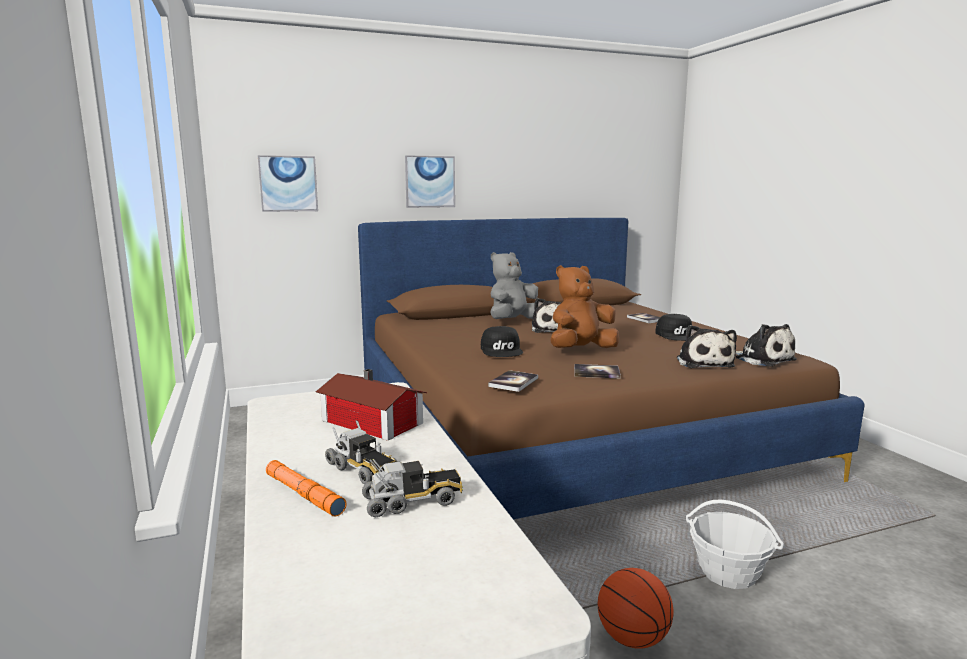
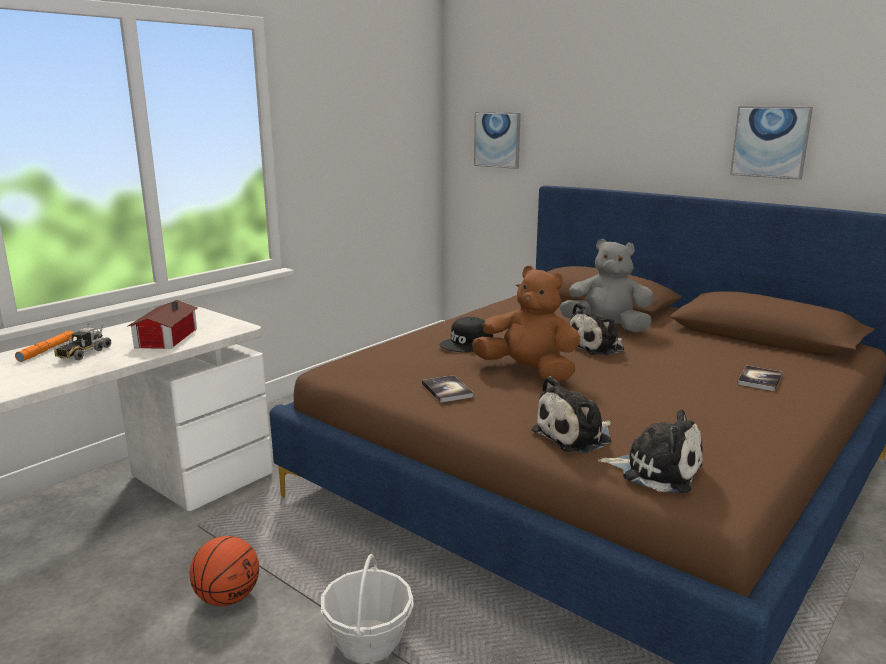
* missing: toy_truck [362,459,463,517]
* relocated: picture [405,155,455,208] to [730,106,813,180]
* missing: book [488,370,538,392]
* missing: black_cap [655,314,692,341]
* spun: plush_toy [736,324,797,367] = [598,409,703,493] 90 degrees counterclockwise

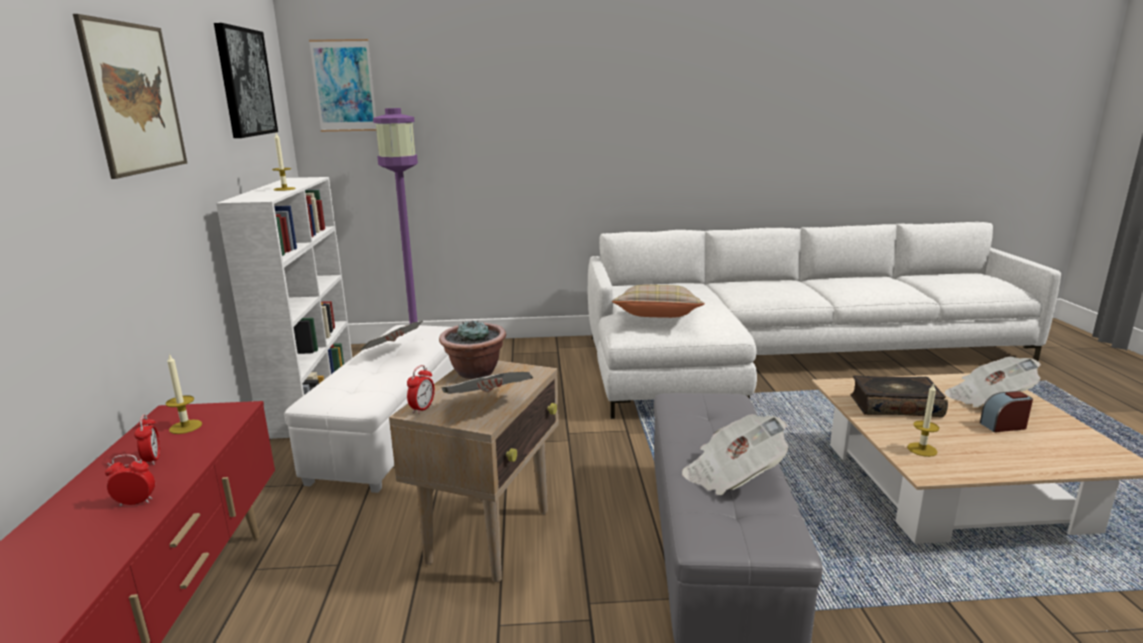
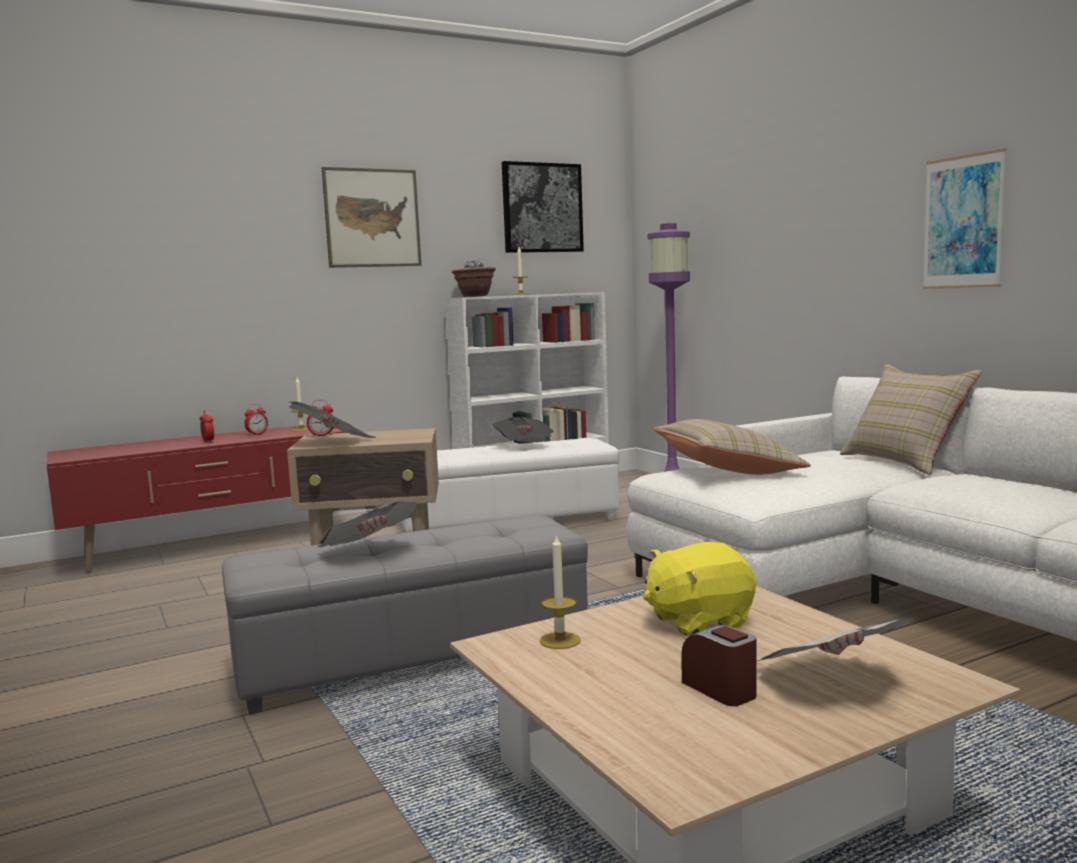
* relocated: picture [309,39,376,132] to [923,148,1006,289]
* relocated: potted_plant [439,320,506,379] to [452,260,496,297]
* exchanged: book [850,375,948,417] to yellow_plush_toy [643,542,756,636]
* appeared: beige_pillow [840,364,982,475]

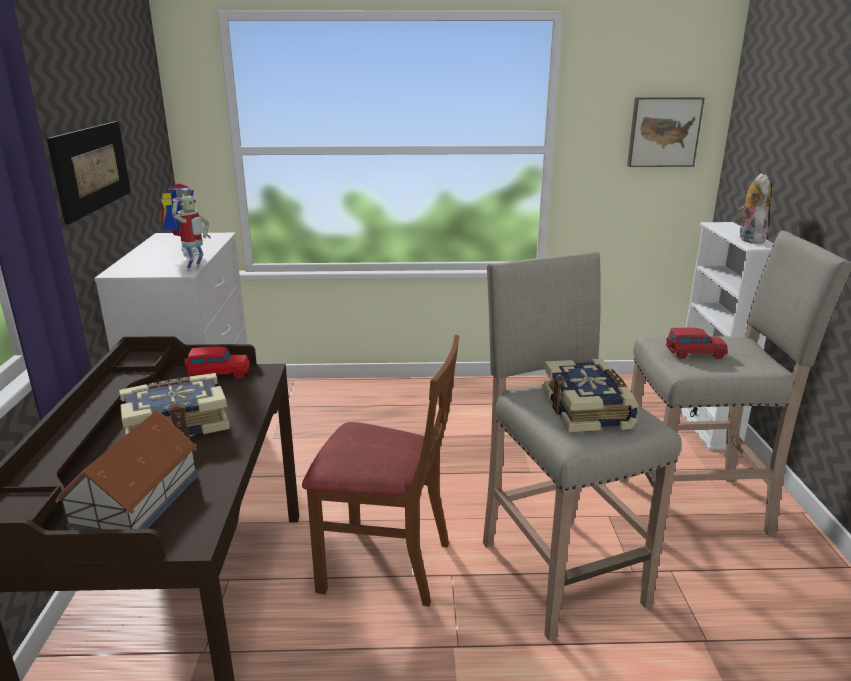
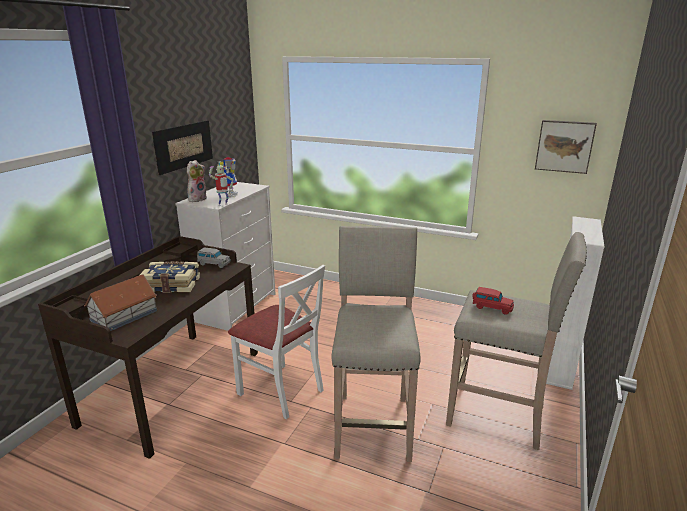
* colour: red_toy_car [184,346,250,379] to grey_toy_car [197,248,231,268]
* colour: brown_chair [302,335,459,607] to white_chair [228,265,325,419]
* missing: book [542,358,639,433]
* relocated: plush_toy [739,173,771,244] to [187,160,207,202]

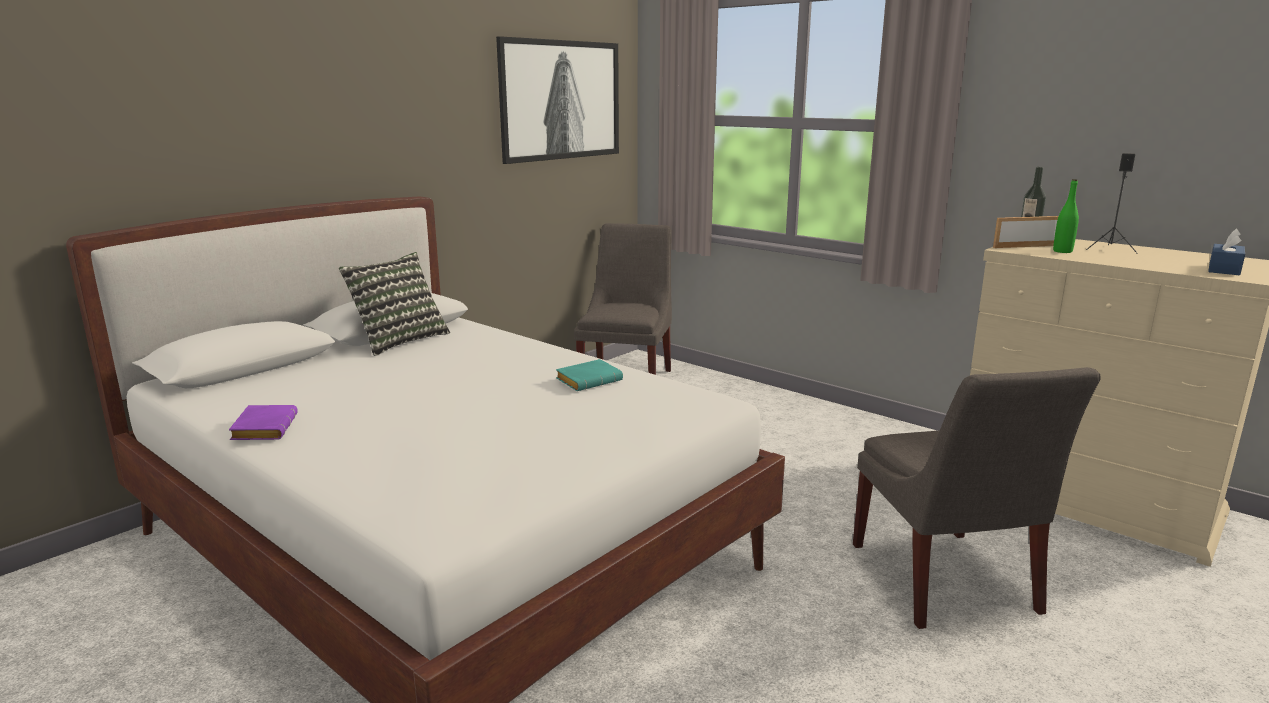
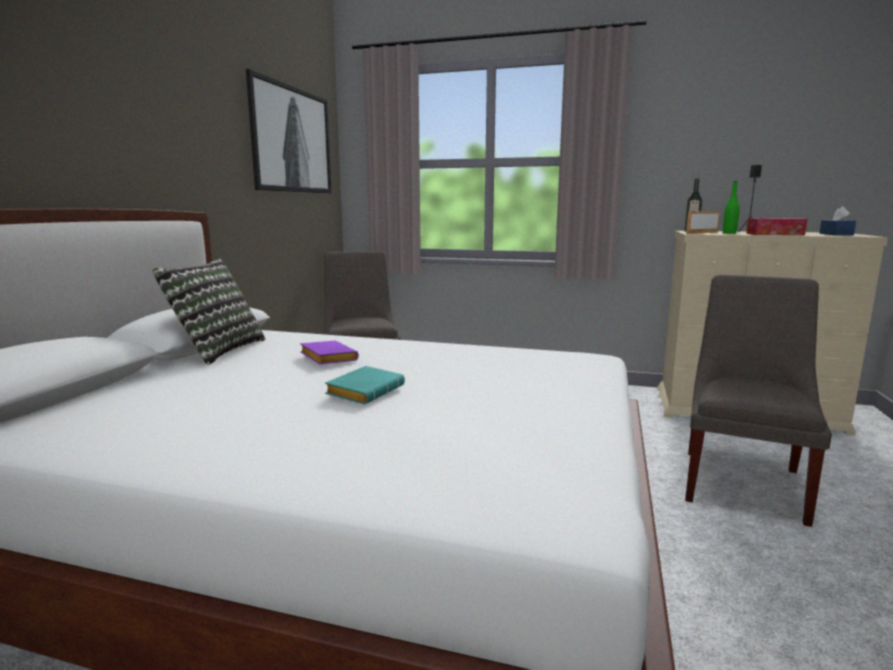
* relocated: purple_book [229,405,298,440] to [300,341,359,365]
* relocated: turquoise_book [556,359,623,391] to [325,366,405,404]
* spun: grey_chair [853,367,1101,629] = [685,275,832,527] 120 degrees counterclockwise
* appeared: tissue_box [746,218,807,235]

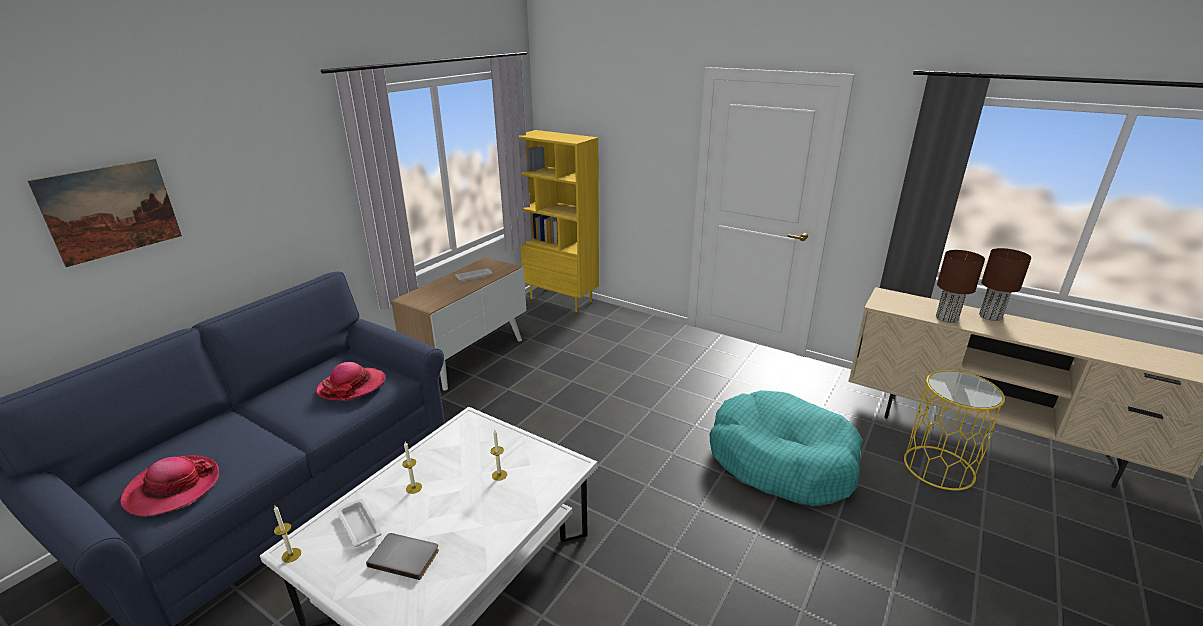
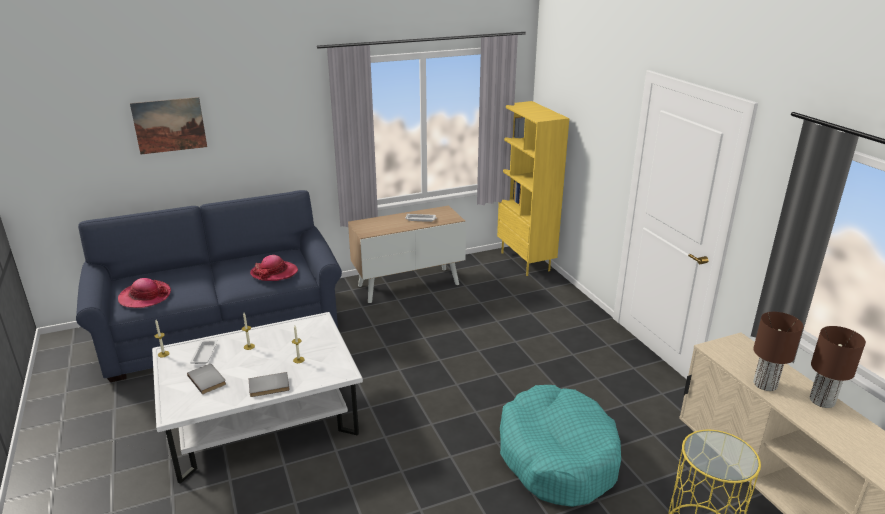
* appeared: grey_book [249,372,290,397]

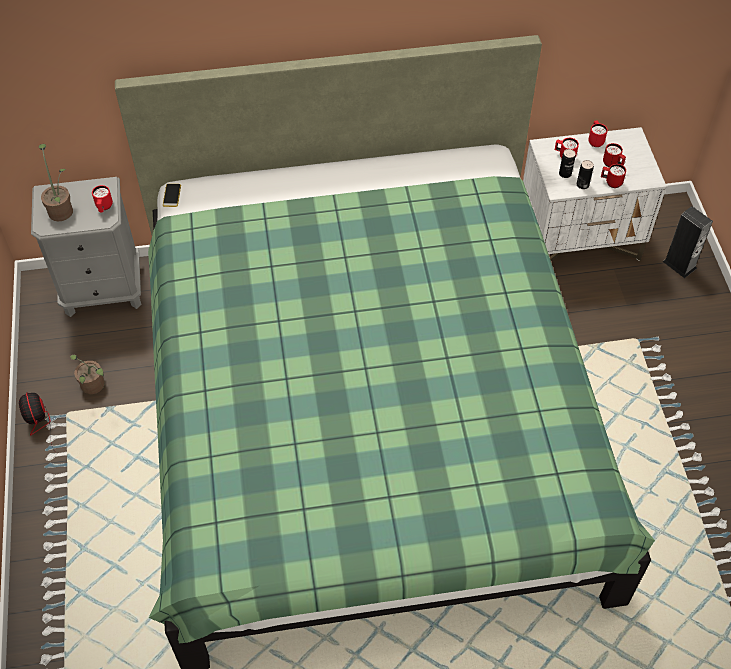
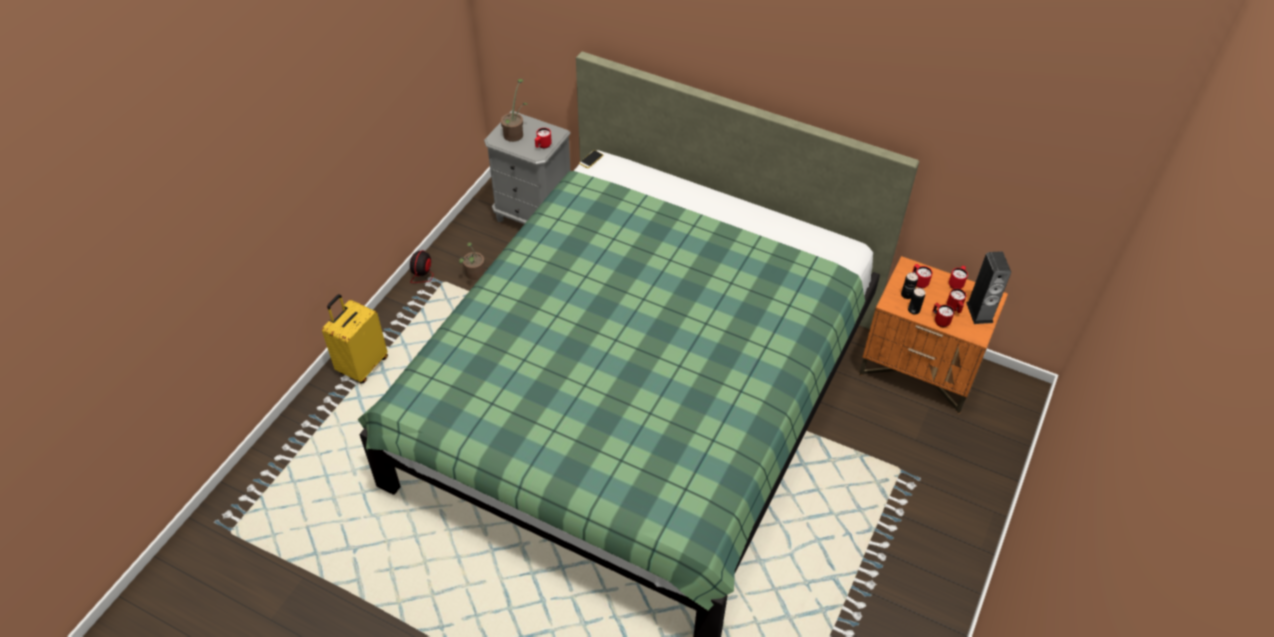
* colour: white_nightstand [523,127,667,261] to orange_nightstand [859,256,1008,414]
* relocated: speaker [662,206,713,278] to [966,251,1011,324]
* appeared: yellow_suitcase [322,294,388,384]

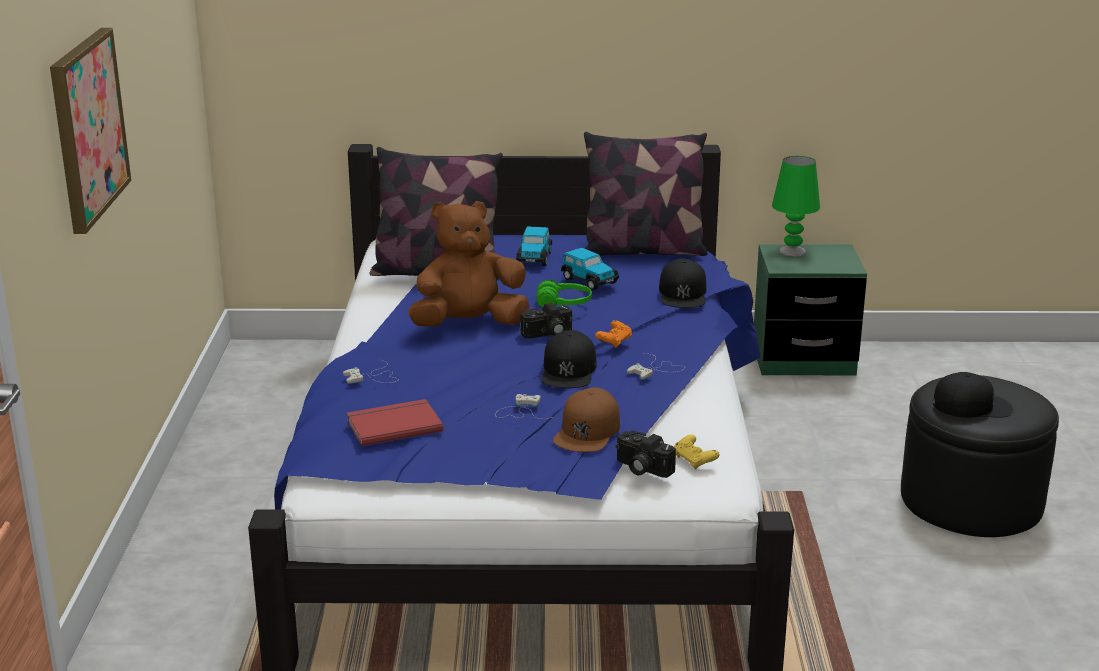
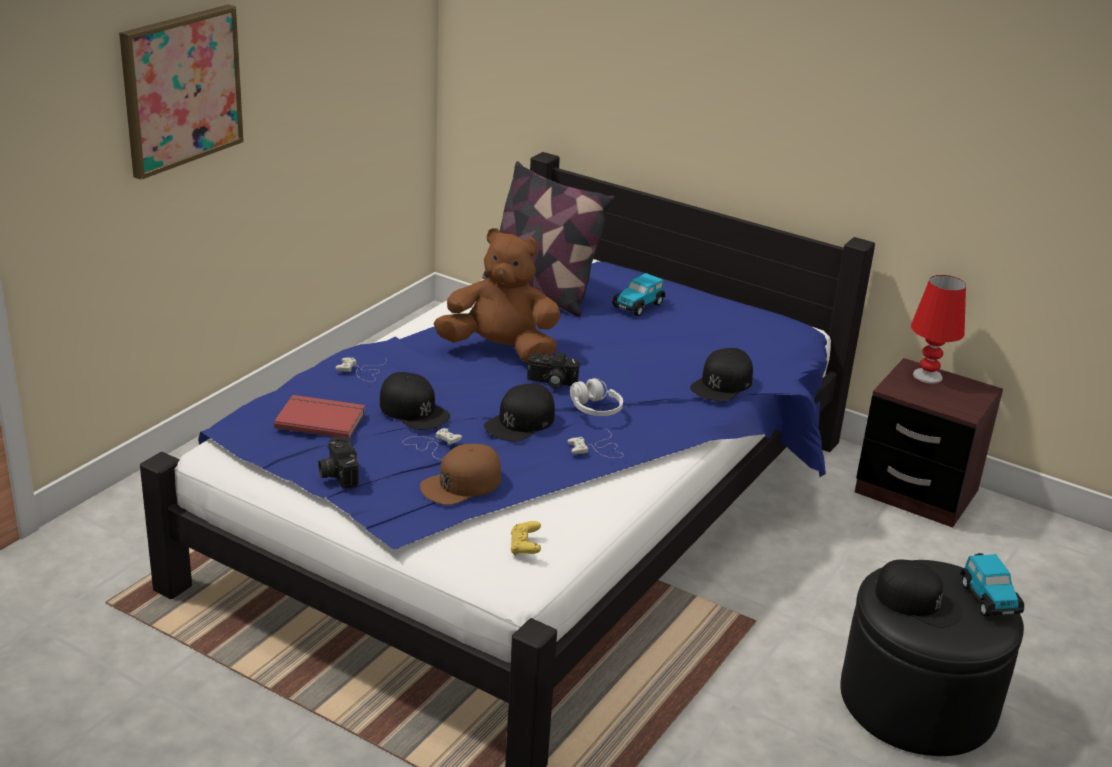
* missing: green_headphones [537,280,592,307]
* relocated: toy_car [561,248,619,290] to [960,553,1024,616]
* missing: pillow [584,132,708,256]
* exchanged: orange_game_controller [595,320,632,348] to white_headphones [570,378,623,416]
* relocated: photo_camera [616,431,676,478] to [318,436,359,489]
* colour: green_nightstand [754,244,867,375] to brown_nightstand [855,358,1003,528]
* colour: green_table_lamp [772,156,820,256] to red_table_lamp [911,275,966,383]
* appeared: black_cap [380,372,450,430]

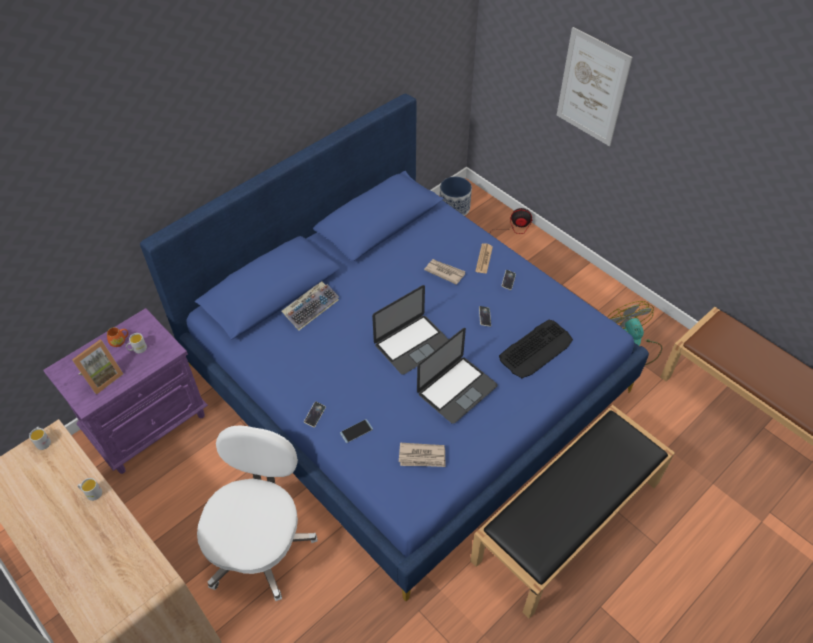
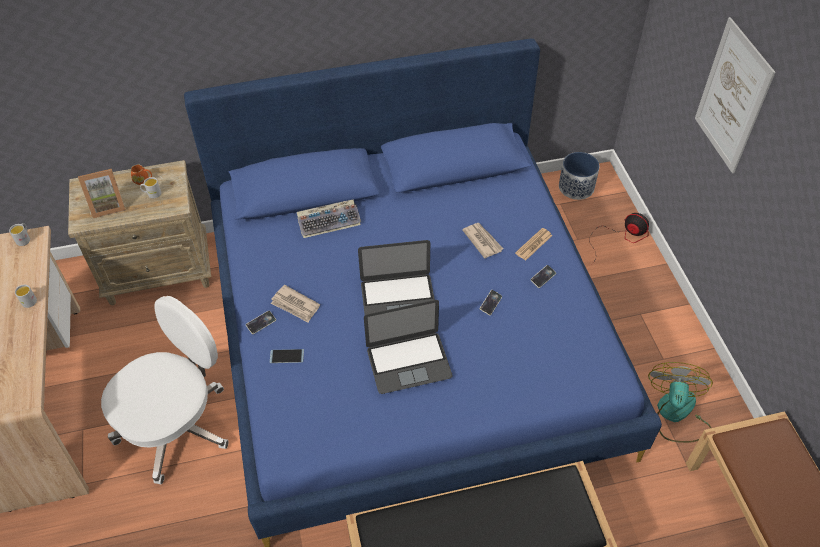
* colour: purple_nightstand [43,308,208,474] to beige_nightstand [68,160,211,305]
* relocated: newspaper [399,443,445,467] to [271,285,320,322]
* missing: keyboard [499,320,573,378]

